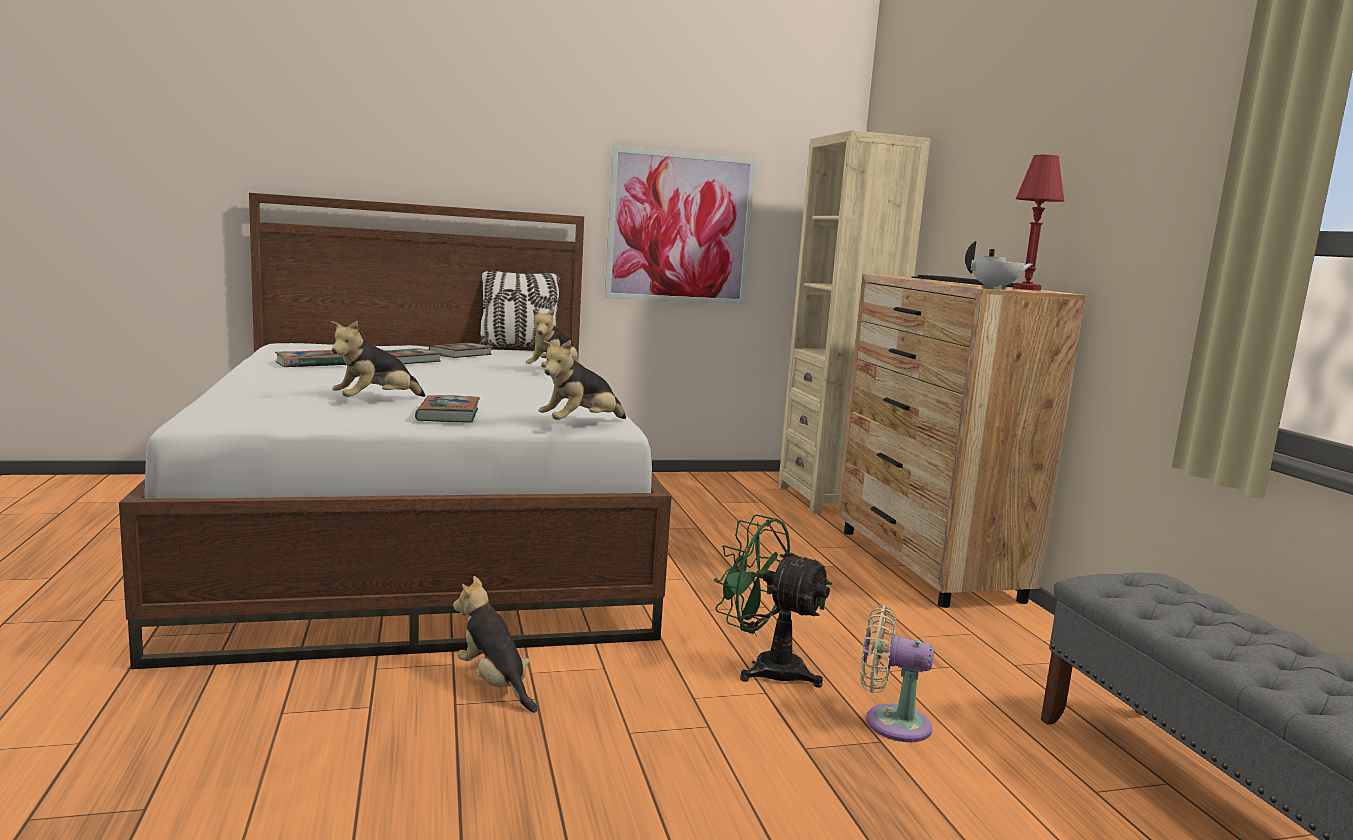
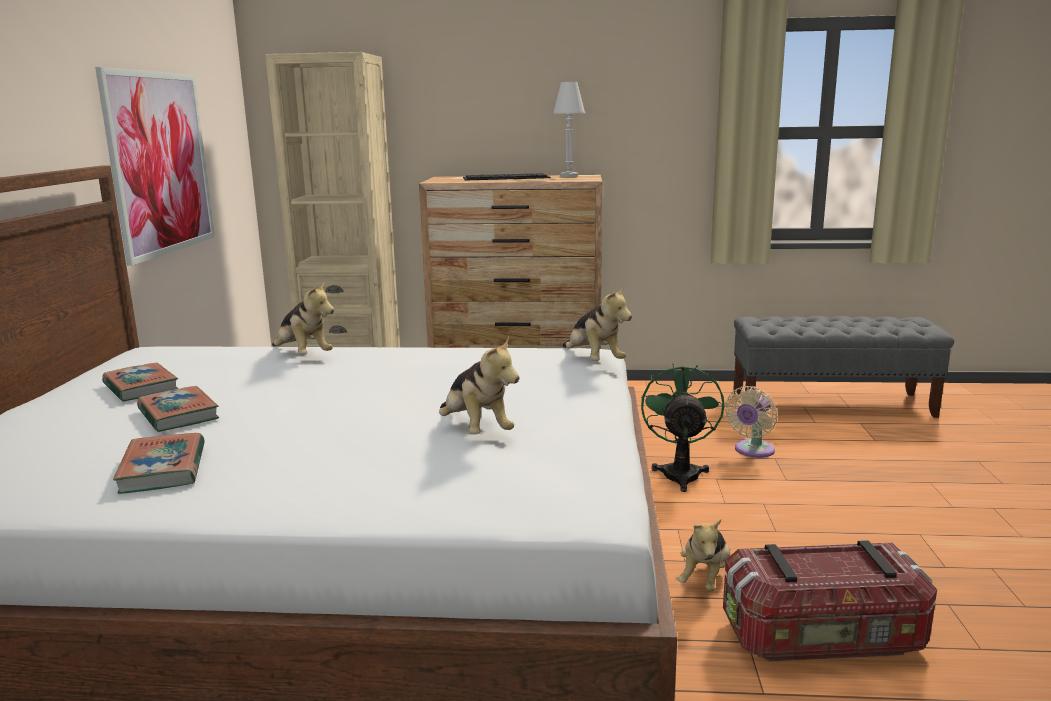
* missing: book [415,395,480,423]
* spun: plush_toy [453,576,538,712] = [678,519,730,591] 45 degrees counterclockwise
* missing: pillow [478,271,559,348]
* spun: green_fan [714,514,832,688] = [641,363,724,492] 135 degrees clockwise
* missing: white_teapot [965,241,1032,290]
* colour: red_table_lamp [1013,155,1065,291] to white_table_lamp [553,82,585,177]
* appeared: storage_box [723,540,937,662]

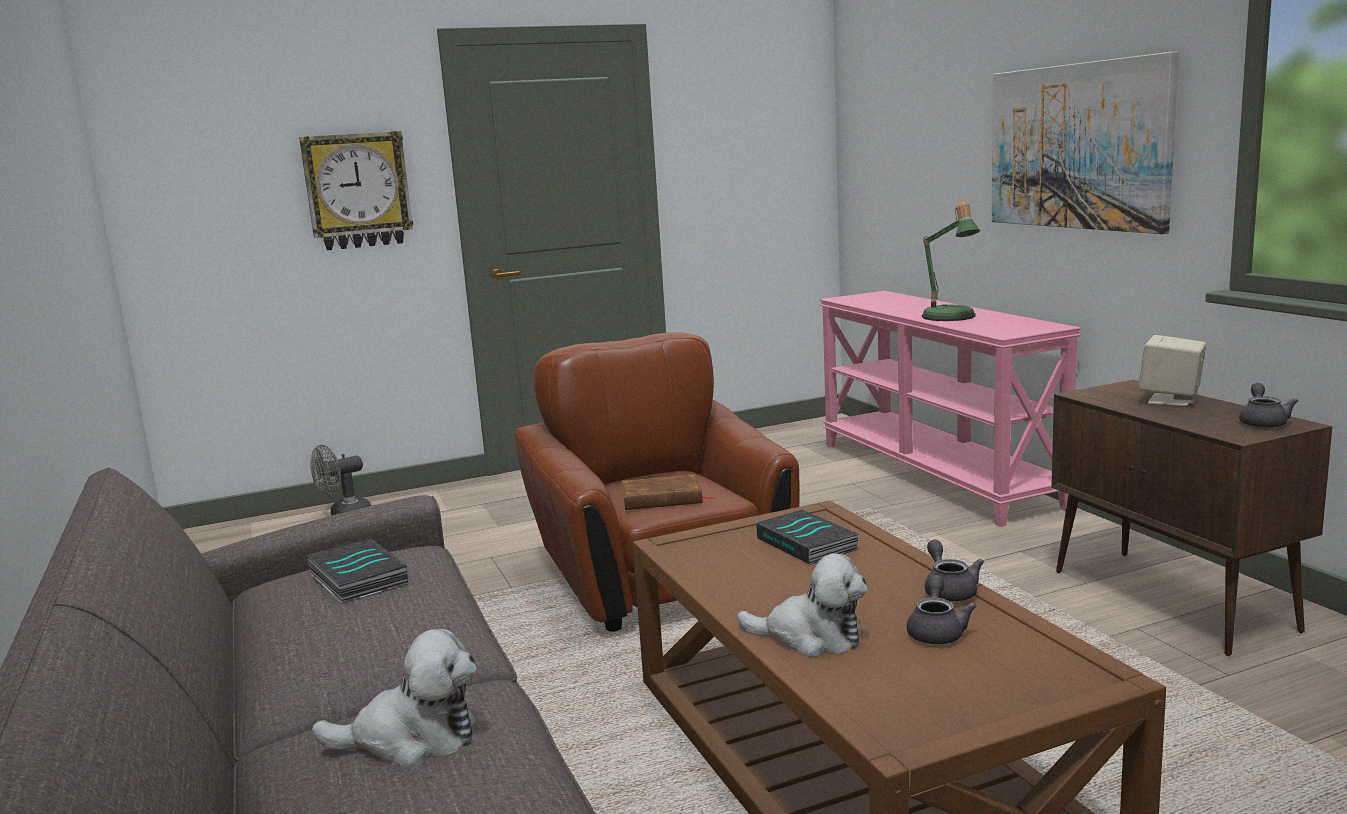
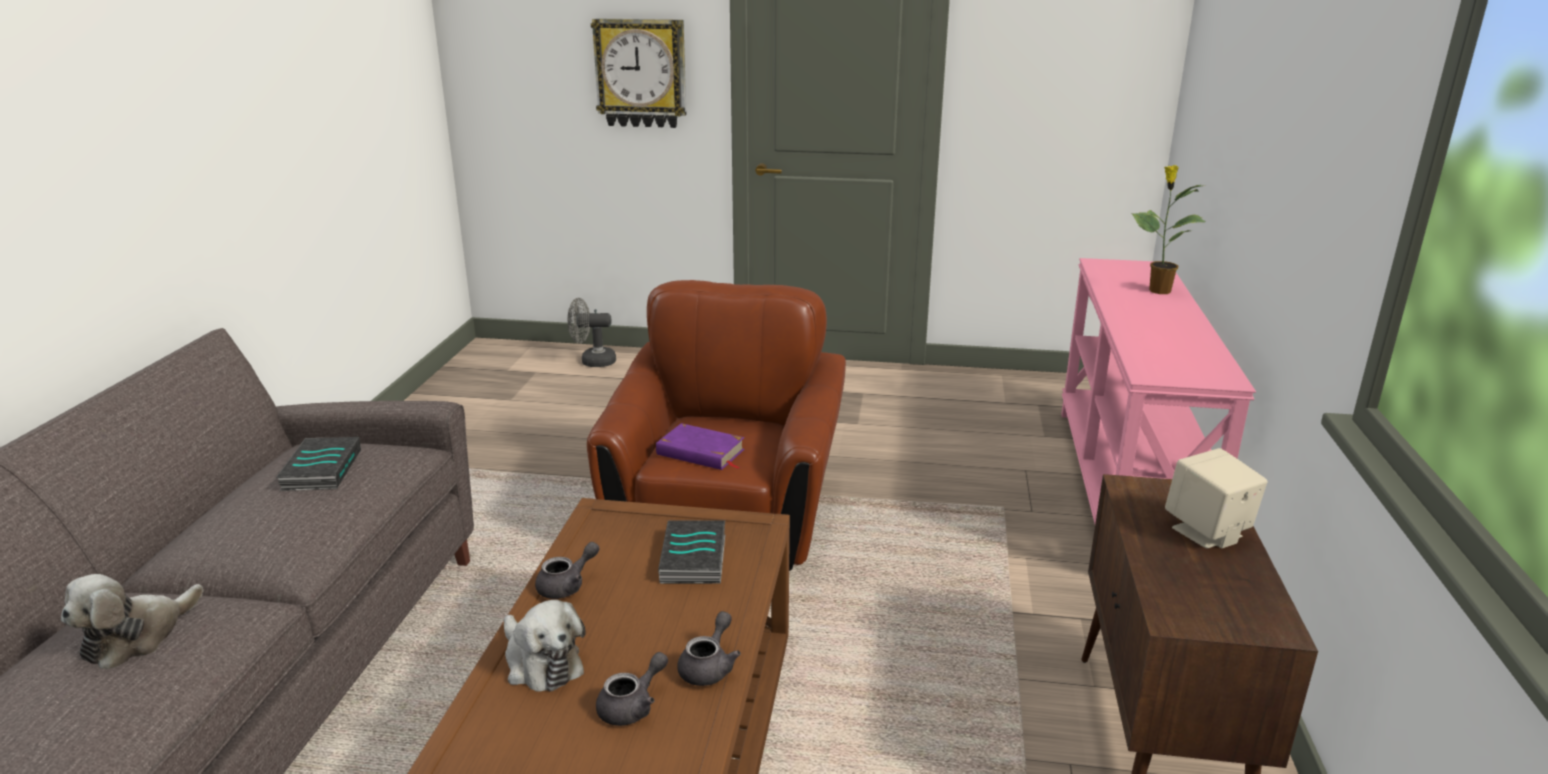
* spun: plush_toy [312,629,477,768] = [61,574,203,669] 90 degrees clockwise
* colour: brown_book [622,474,714,510] to purple_book [656,423,745,470]
* missing: table_lamp [922,201,980,321]
* missing: picture [992,52,1179,234]
* relocated: grey_teapot [1239,383,1298,428] to [535,542,600,599]
* appeared: potted_plant [1132,165,1206,294]

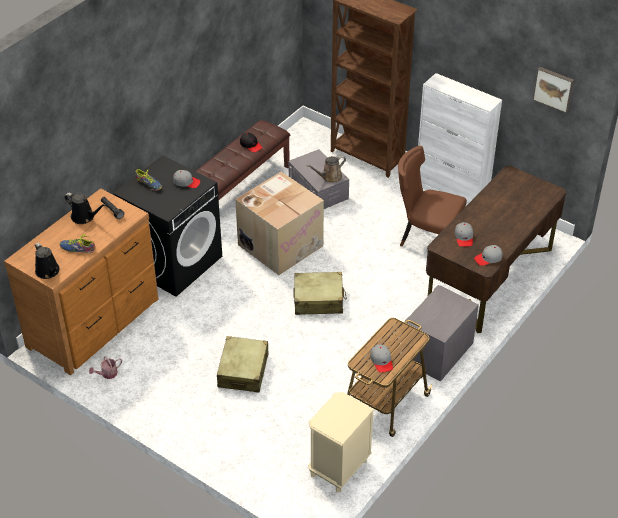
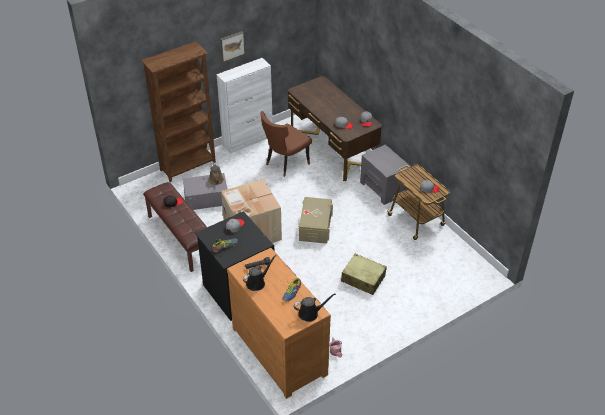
* exchanged: beige_suitcase [293,272,347,315] to beige_storage_box [298,197,333,244]
* missing: beige_nightstand [308,392,374,493]
* relocated: picture [533,67,574,113] to [220,31,245,62]

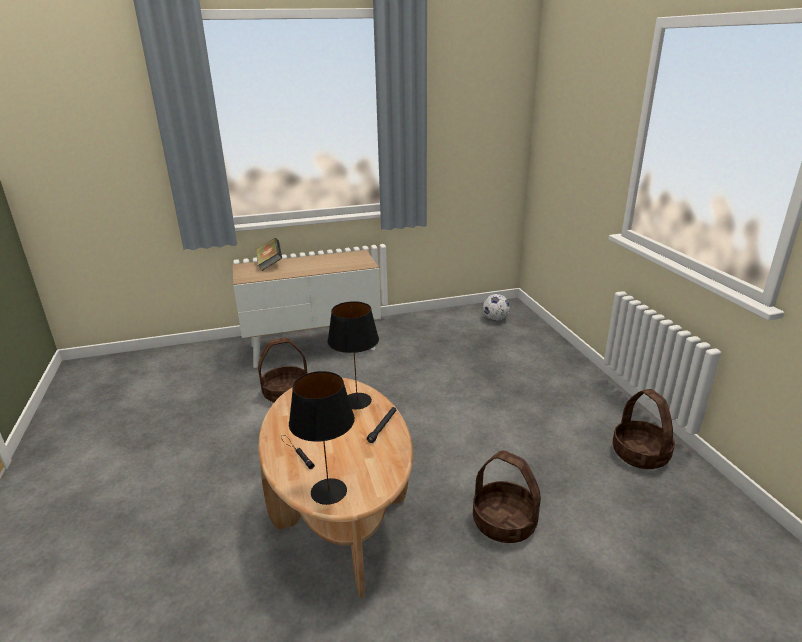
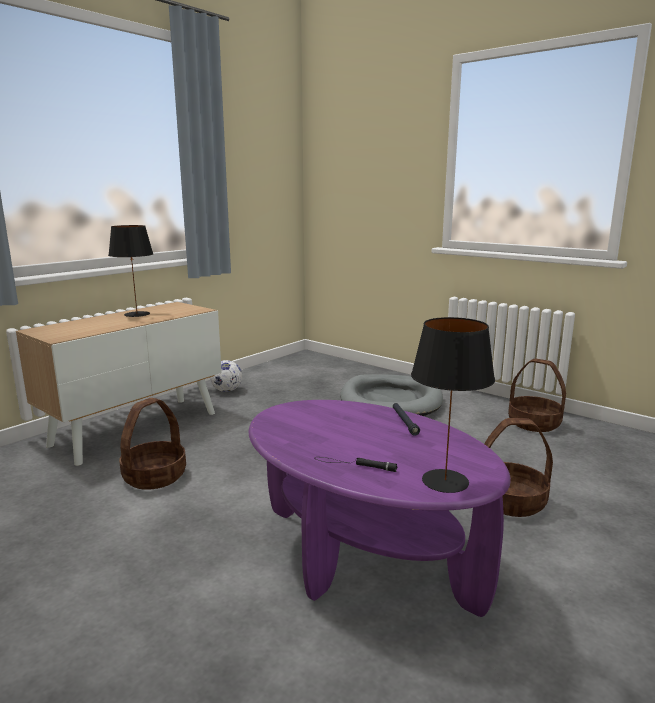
* missing: book [256,238,282,271]
* colour: brown_coffee_table [258,378,413,598] to purple_coffee_table [249,400,511,617]
* relocated: black_table_lamp [327,301,379,409] to [108,225,153,317]
* relocated: football [483,294,510,321] to [210,360,242,392]
* appeared: grey_dog_bed [340,374,443,416]

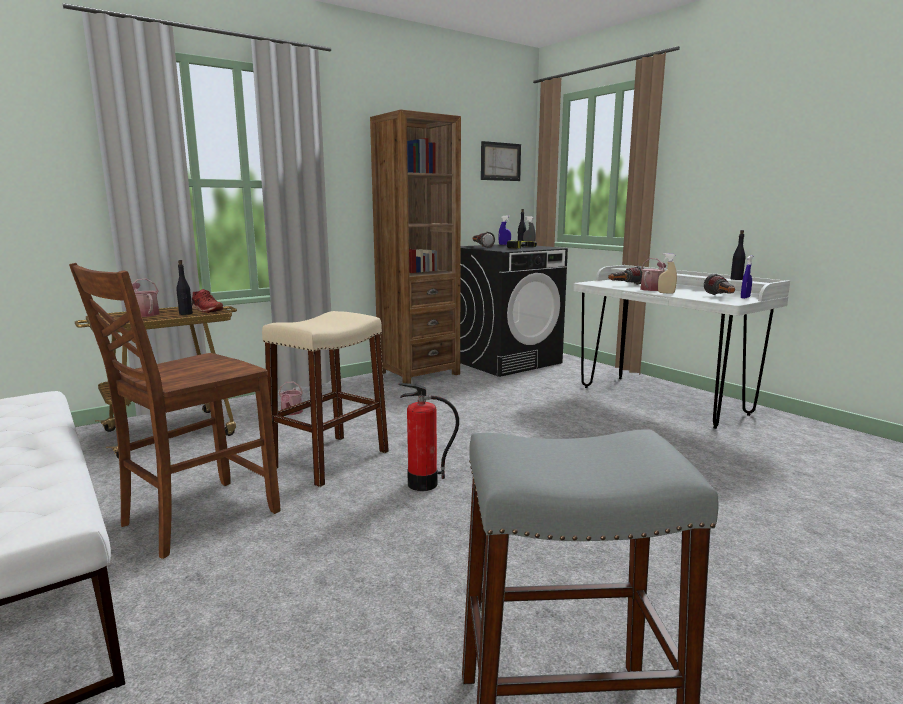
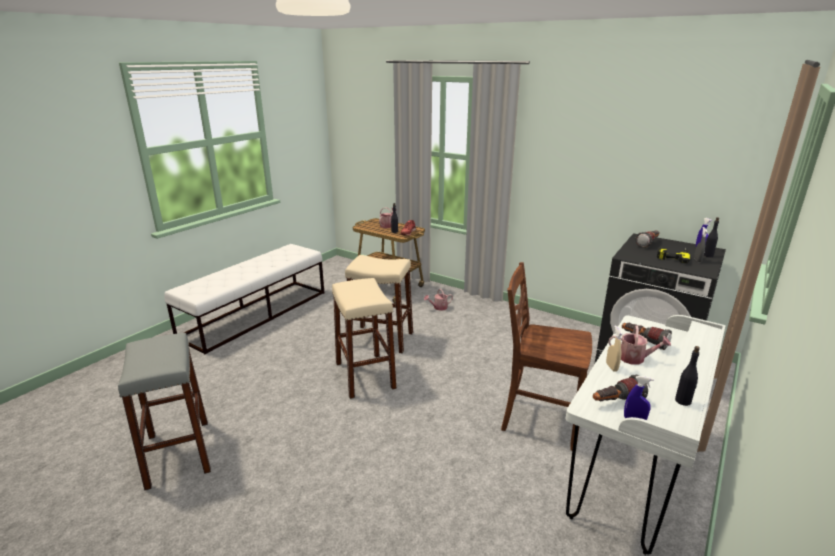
* relocated: brown_chair [69,263,280,559] to [501,262,592,451]
* missing: brown_bookcase [370,110,461,384]
* exchanged: fire_extinguisher [399,383,459,491] to beige_stool [332,278,397,399]
* missing: picture [481,141,521,181]

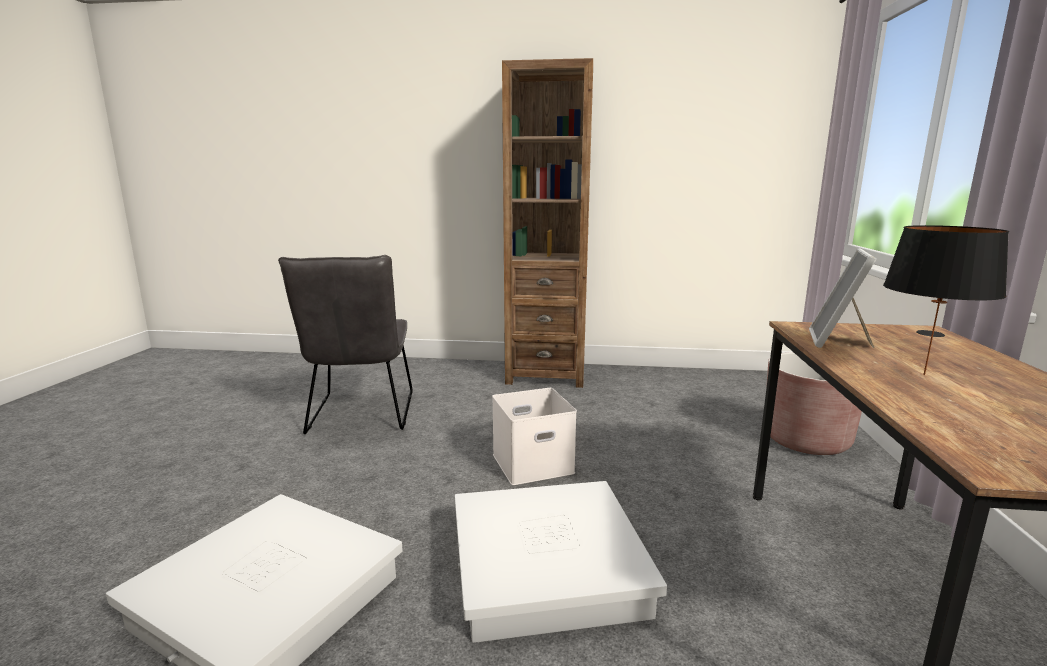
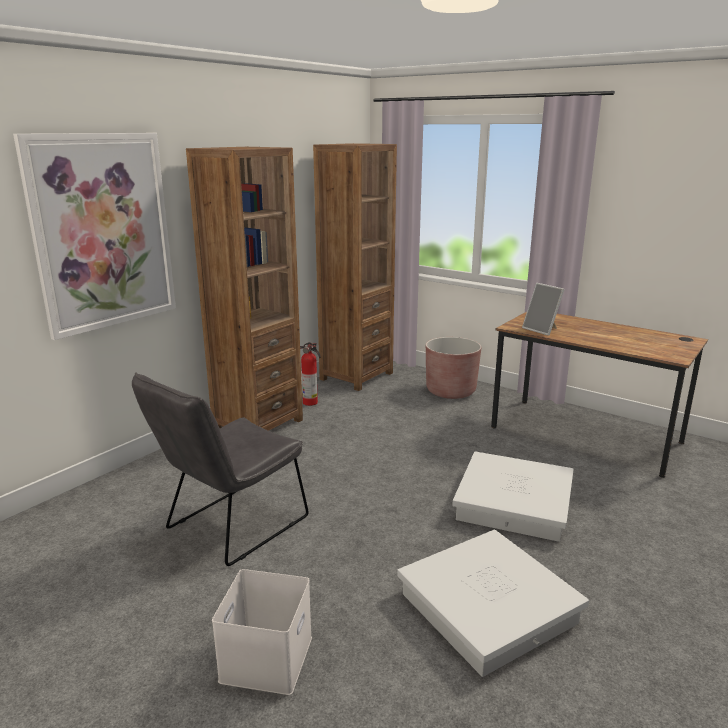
* spun: grey_chair [278,255,413,434] = [132,372,309,566] 105 degrees clockwise
* relocated: white_storage_box [492,388,577,485] to [212,569,312,695]
* missing: black_table_lamp [883,225,1009,375]
* appeared: picture [13,133,176,340]
* appeared: fire_extinguisher [300,342,321,406]
* appeared: brown_bookcase [313,143,397,391]

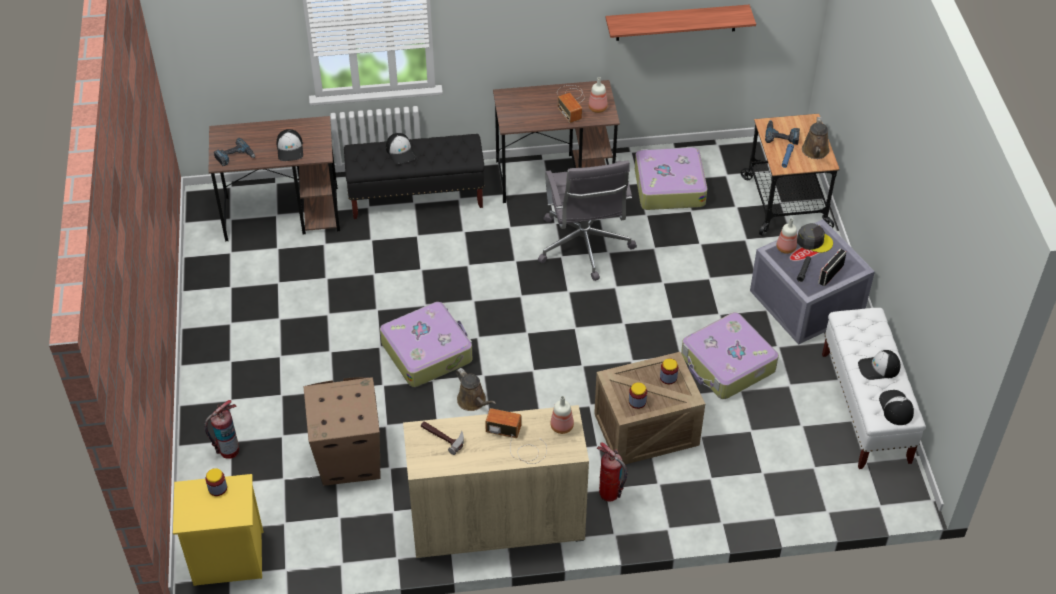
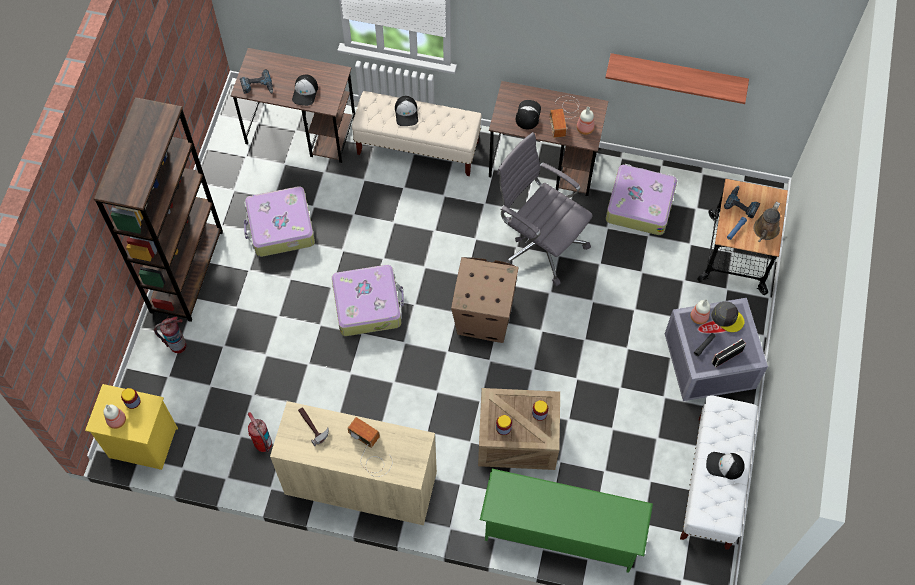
* relocated: cardboard_box [304,377,381,486] to [451,257,519,343]
* colour: black_bench [344,134,484,219] to beige_bench [352,91,482,176]
* missing: brown_watering_can [456,368,496,411]
* spun: grey_office_chair [538,160,637,281] = [497,132,593,286] 120 degrees clockwise
* relocated: bottle [550,396,574,434] to [103,405,126,429]
* relocated: fire_extinguisher [597,442,627,502] to [248,412,272,452]
* relocated: suitcase [681,312,779,399] to [244,186,315,257]
* relocated: cap [879,390,914,425] to [516,100,541,129]
* appeared: brown_bookcase [94,97,223,322]
* appeared: green_shoe_rack [480,468,653,573]

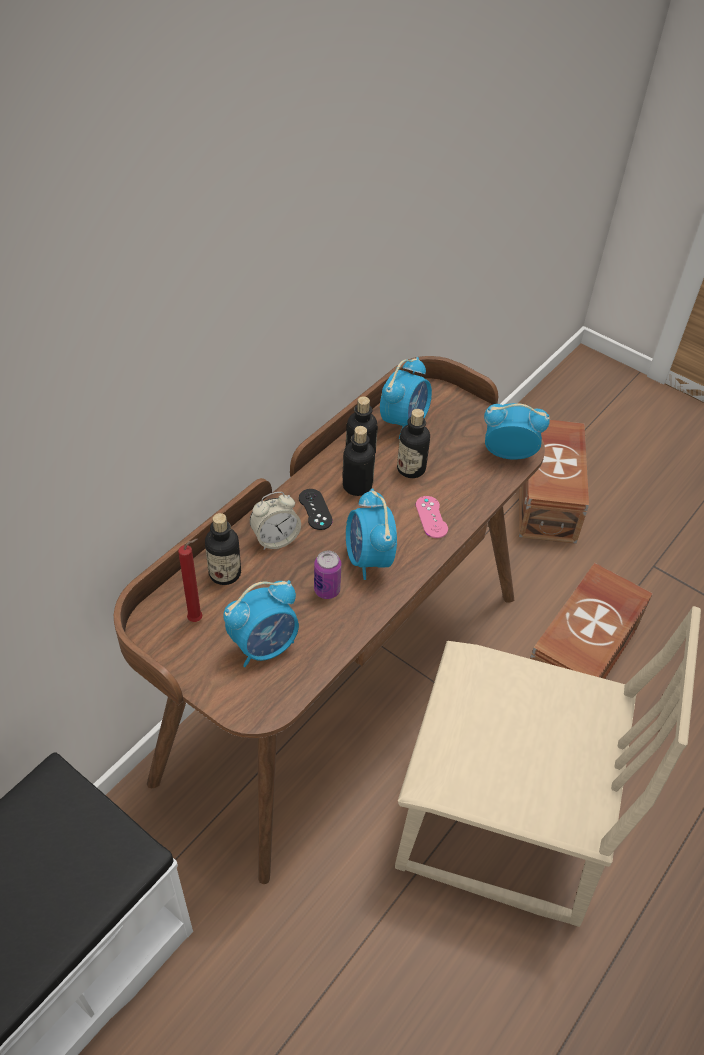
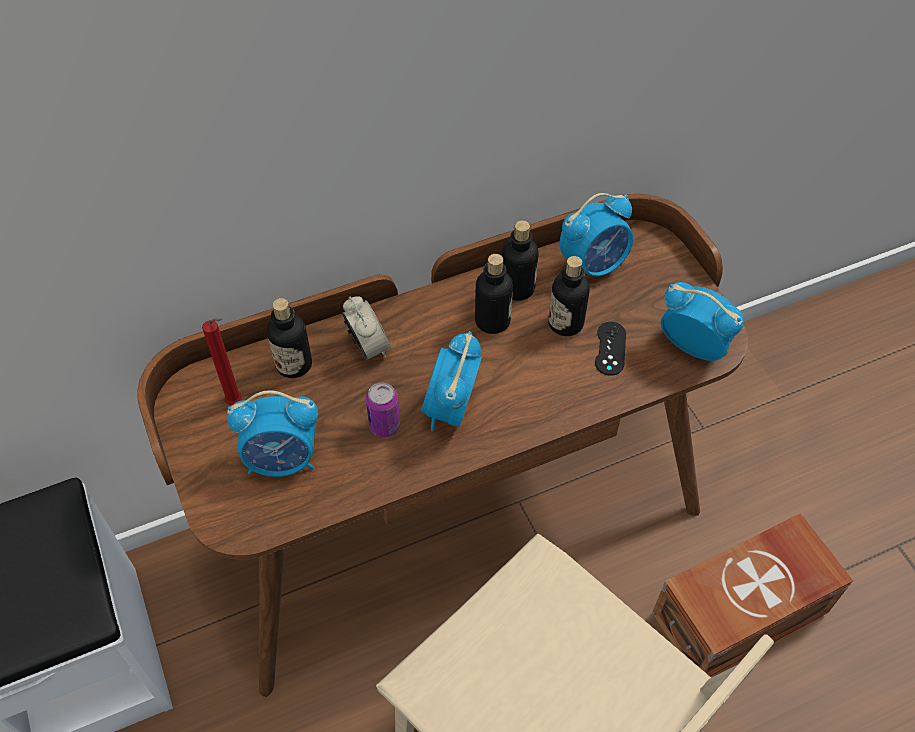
* spun: alarm_clock [250,492,301,550] = [342,296,391,360] 120 degrees counterclockwise
* relocated: black_game_controller [299,489,333,530] to [595,322,626,376]
* missing: pink_game_controller [416,496,448,538]
* missing: brown_storage_box [519,420,589,544]

